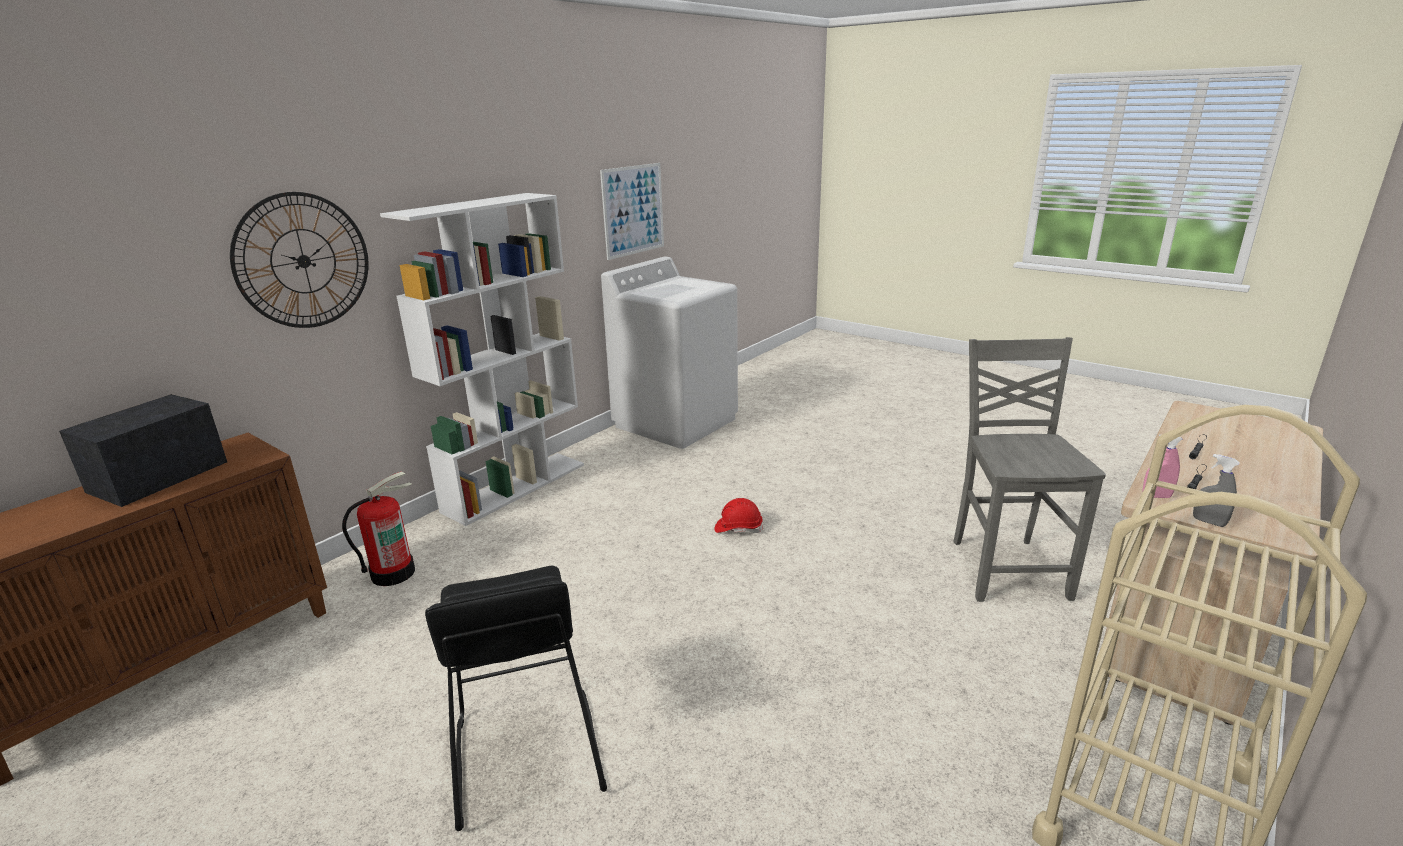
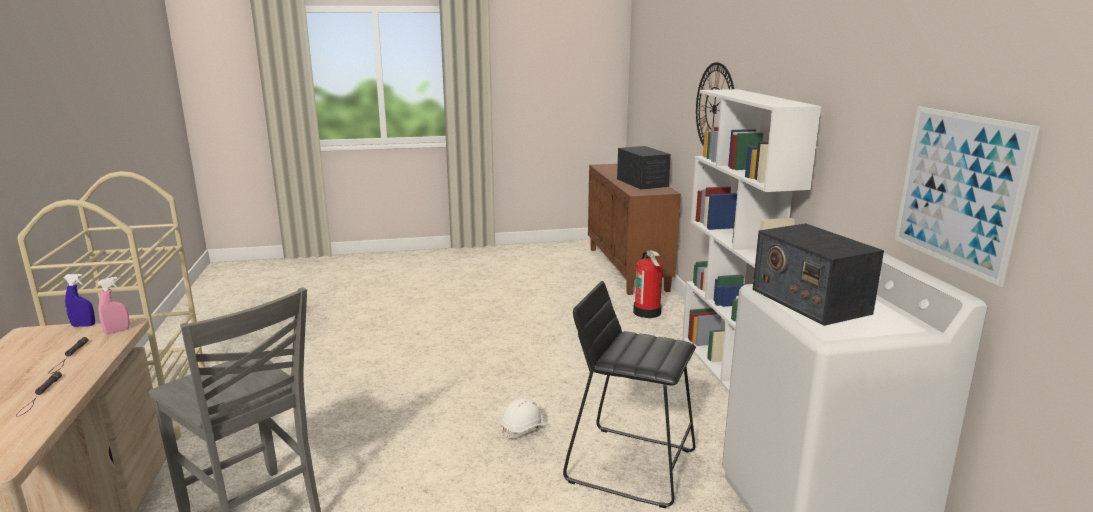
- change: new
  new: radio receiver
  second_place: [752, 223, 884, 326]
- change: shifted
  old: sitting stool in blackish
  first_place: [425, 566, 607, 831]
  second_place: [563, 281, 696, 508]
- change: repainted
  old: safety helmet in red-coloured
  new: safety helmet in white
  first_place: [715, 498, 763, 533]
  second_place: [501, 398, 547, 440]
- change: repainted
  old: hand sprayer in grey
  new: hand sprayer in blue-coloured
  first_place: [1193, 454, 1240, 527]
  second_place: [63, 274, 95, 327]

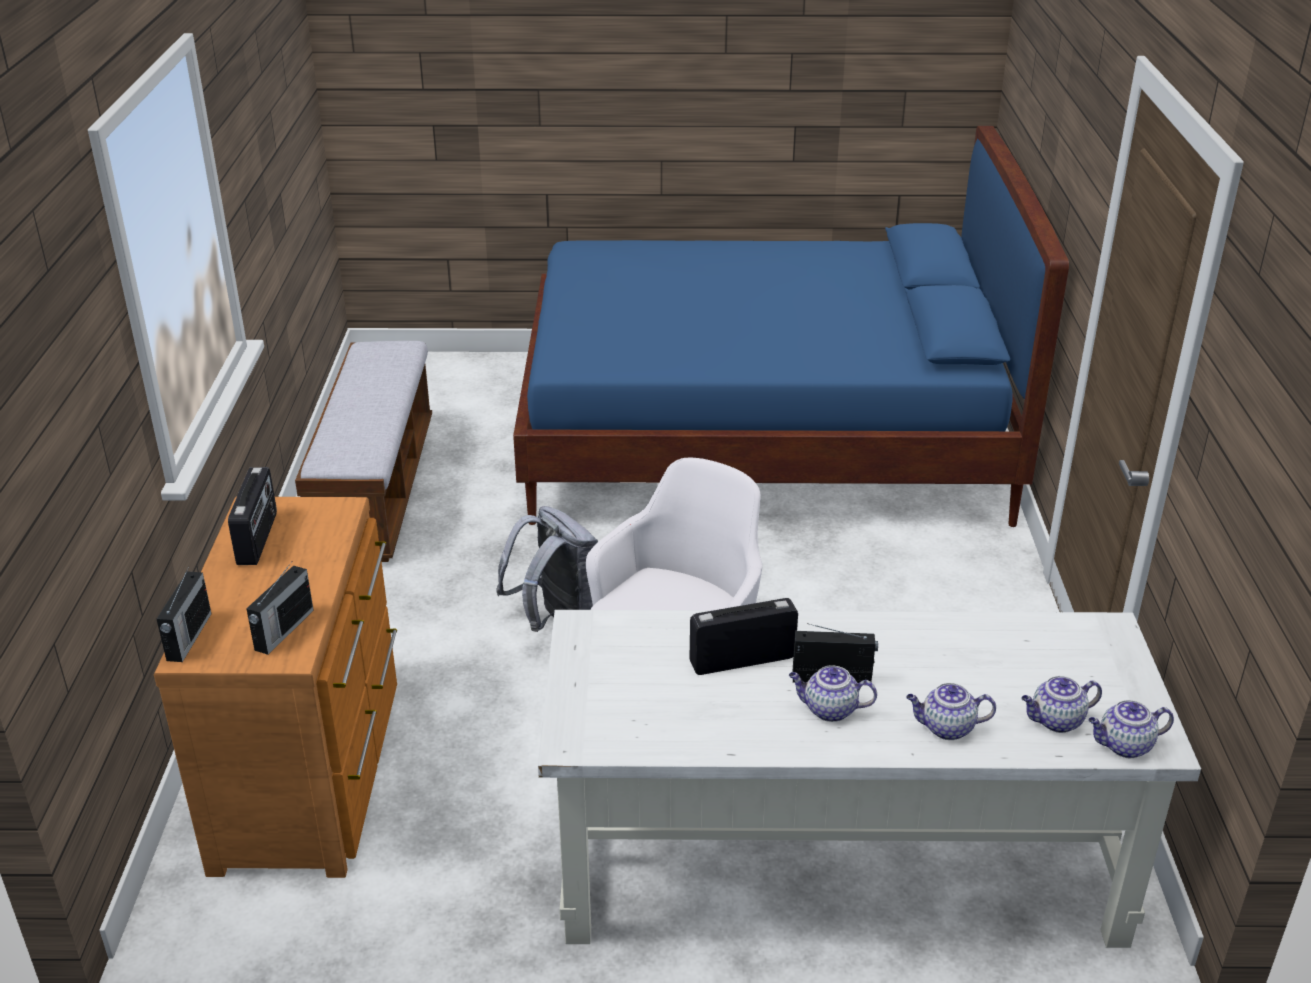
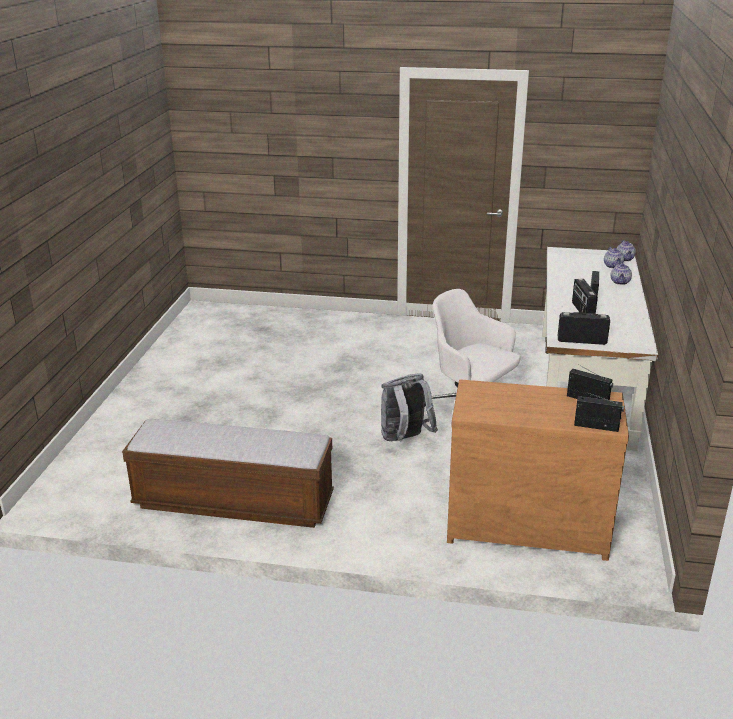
- change: gone
  old: bedroom bed in blue-coloured
  first_place: [513, 126, 1069, 527]
- change: gone
  old: teapot
  first_place: [789, 665, 877, 722]
- change: shifted
  old: radio receiver
  first_place: [228, 467, 277, 565]
  second_place: [558, 312, 610, 345]

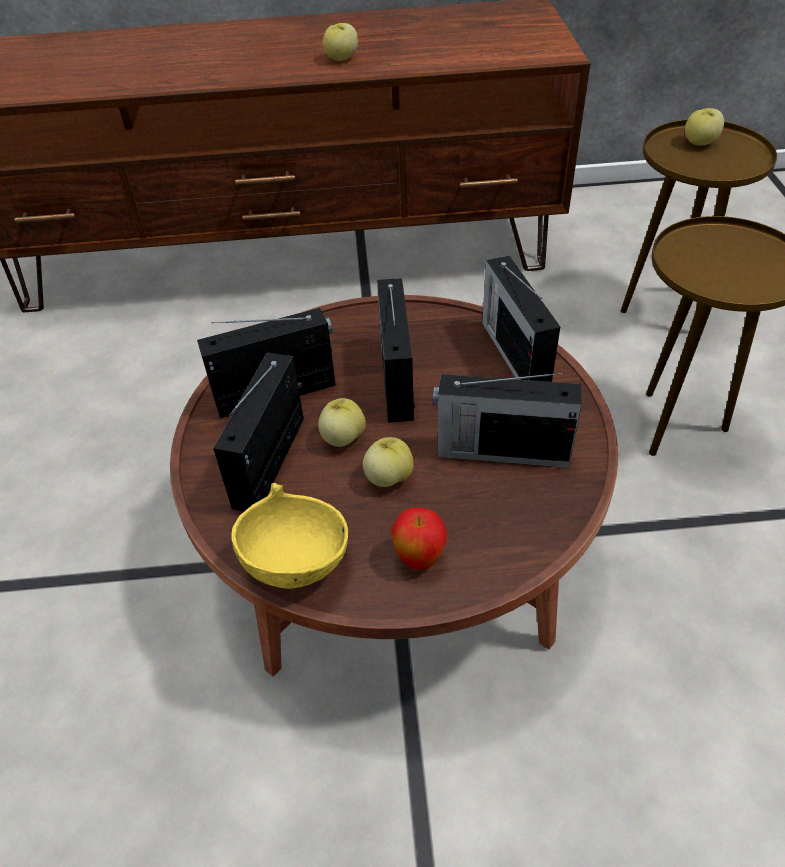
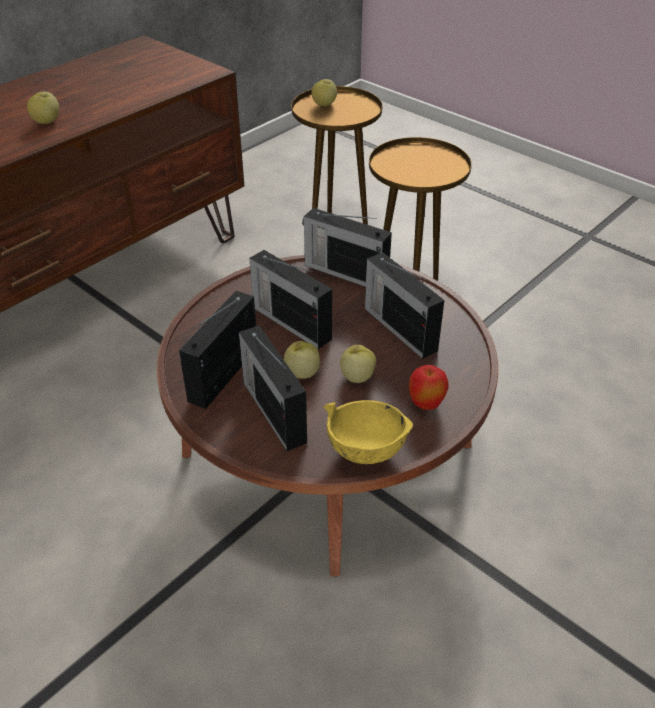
- change: rotated
  old: radio receiver
  first_place: [433, 373, 582, 468]
  second_place: [365, 252, 444, 359]
  degrees: 90

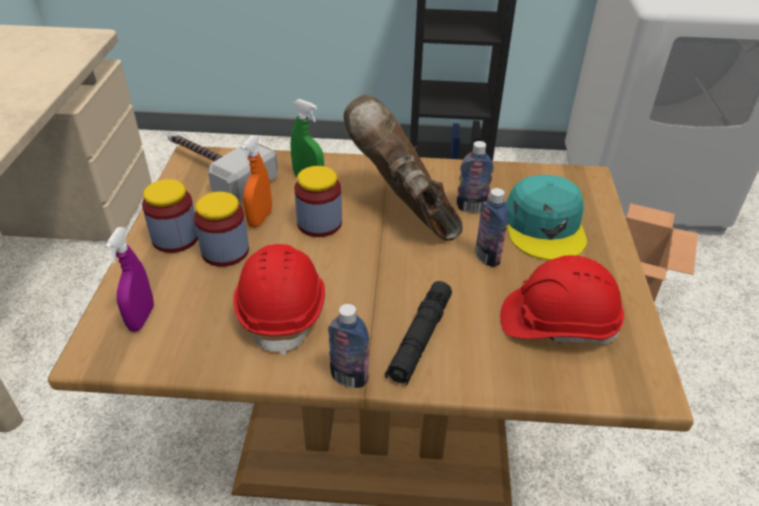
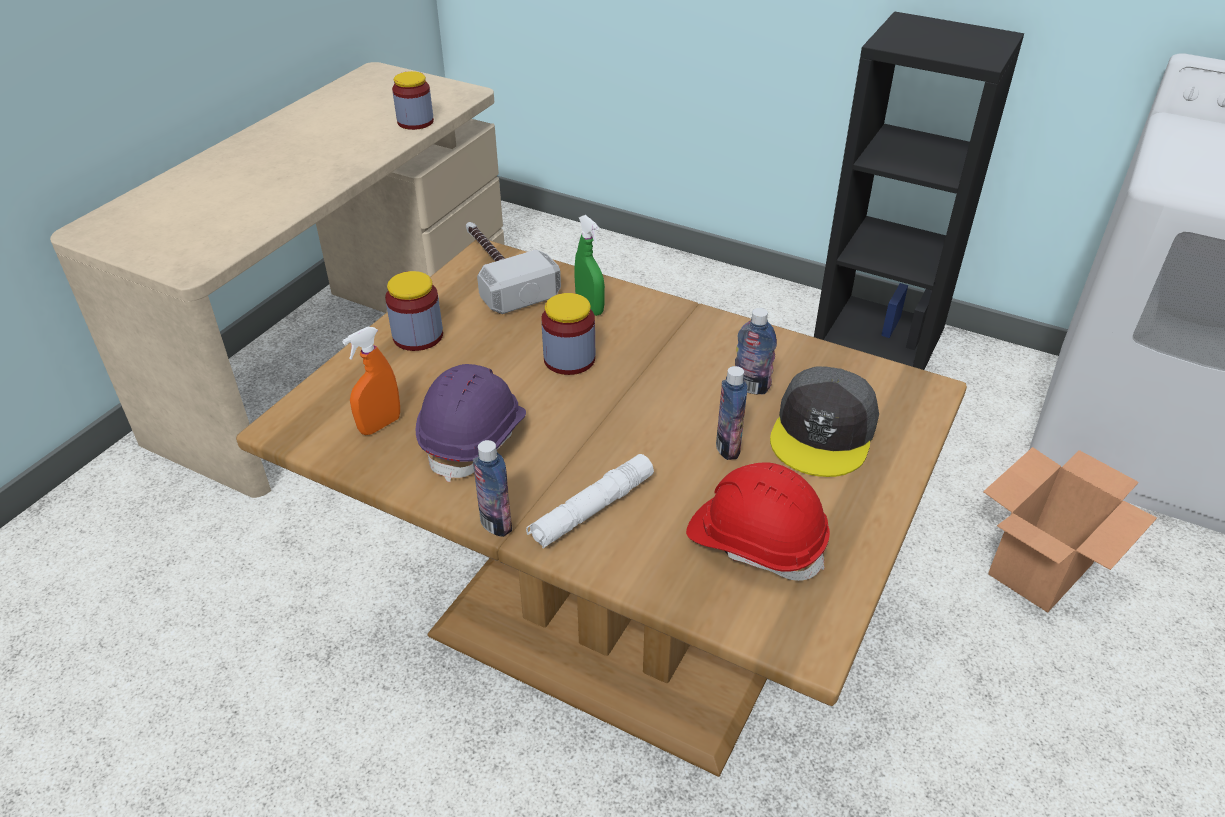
- change: gone
  old: hand sprayer in purplish
  first_place: [104, 227, 154, 332]
- change: gone
  old: boot in brown
  first_place: [344, 95, 463, 241]
- change: shifted
  old: jar
  first_place: [194, 192, 249, 267]
  second_place: [392, 71, 434, 130]
- change: shifted
  old: hand sprayer in orange-coloured
  first_place: [240, 135, 272, 228]
  second_place: [342, 327, 400, 435]
- change: repainted
  old: safety helmet in red-coloured
  new: safety helmet in purplish
  first_place: [233, 244, 325, 356]
  second_place: [416, 364, 526, 482]
- change: repainted
  old: hand torch in blackish
  new: hand torch in white
  first_place: [385, 281, 452, 385]
  second_place: [526, 454, 654, 548]
- change: repainted
  old: peaked cap in turquoise-coloured
  new: peaked cap in grey
  first_place: [506, 175, 587, 260]
  second_place: [770, 366, 879, 477]

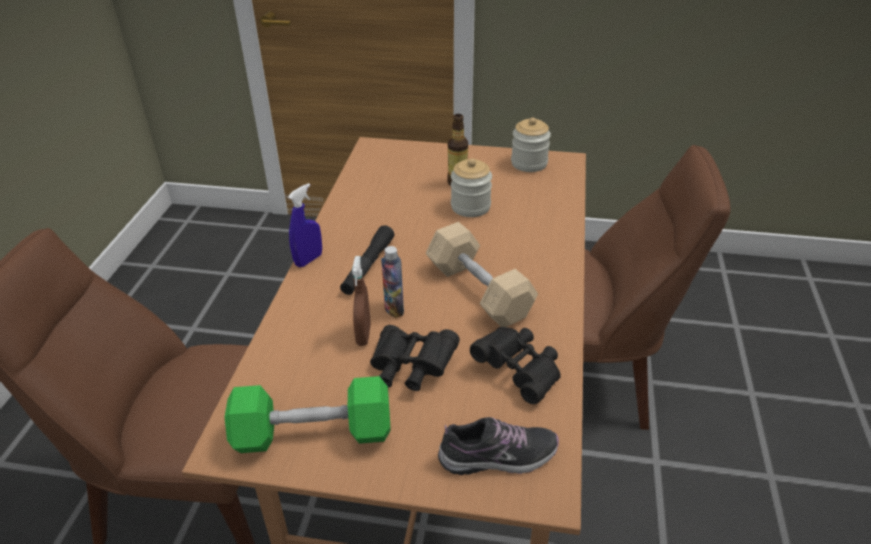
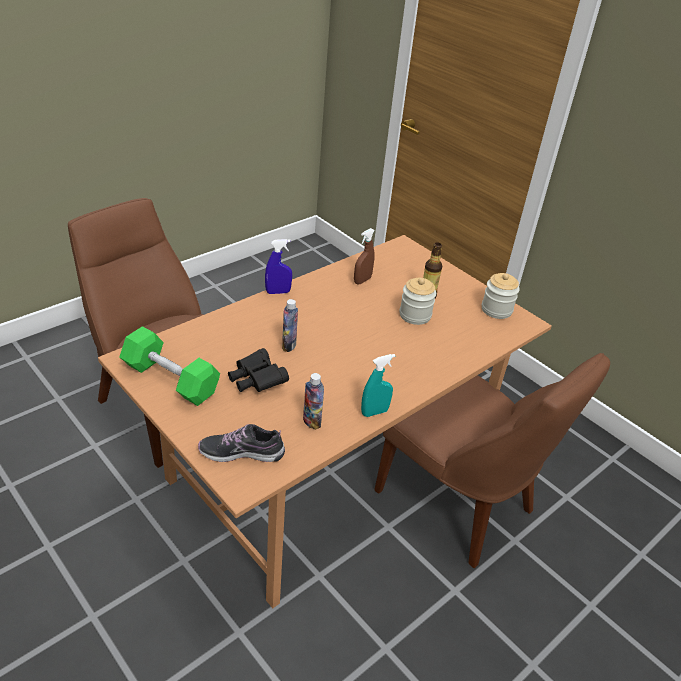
- change: gone
  old: hand torch in blackish
  first_place: [340, 225, 394, 295]
- change: gone
  old: dumbbell in sand-coloured
  first_place: [425, 222, 538, 327]
- change: new
  new: hand sprayer in turquoise-coloured
  second_place: [361, 354, 395, 417]
- change: shifted
  old: hand sprayer in brown
  first_place: [352, 256, 371, 346]
  second_place: [354, 228, 375, 284]
- change: swapped
  old: pair of binoculars in blackish
  new: bottle
  first_place: [470, 327, 561, 404]
  second_place: [303, 373, 324, 430]
- change: rotated
  old: shoe
  first_place: [438, 417, 559, 475]
  second_place: [198, 424, 285, 462]
  degrees: 150

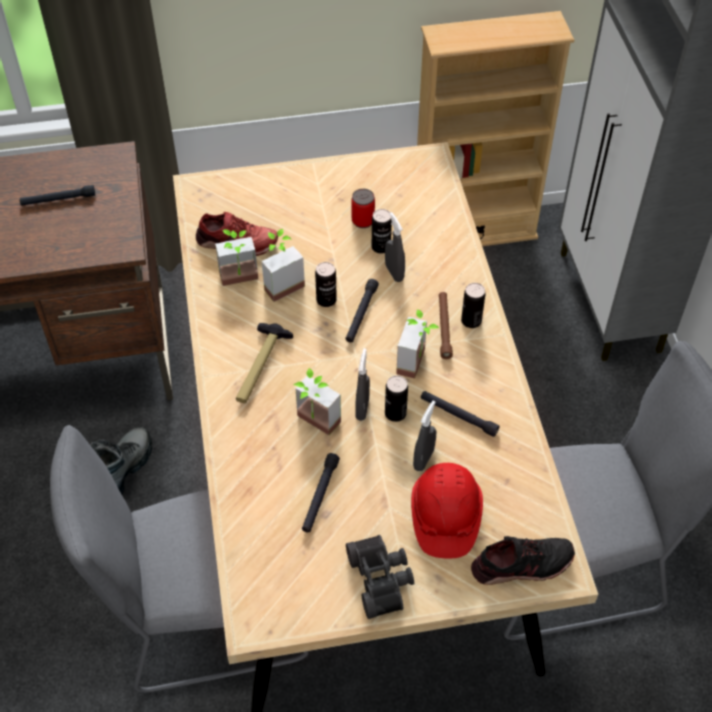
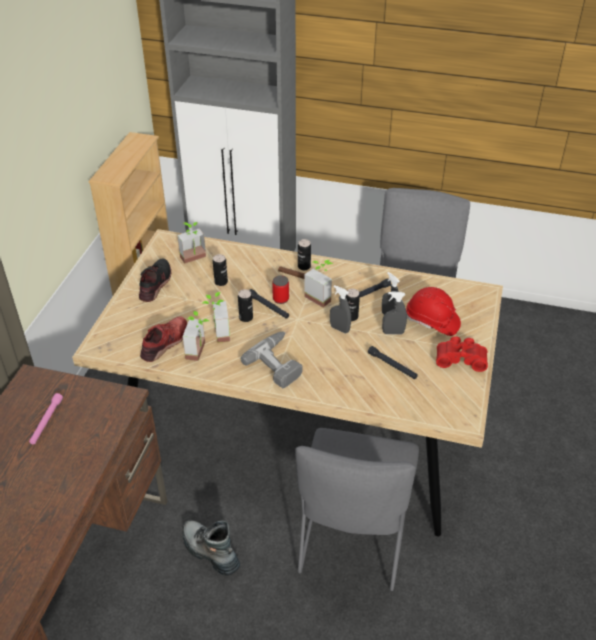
- change: shifted
  old: houseplant
  first_place: [294, 368, 341, 435]
  second_place: [177, 222, 206, 263]
- change: shifted
  old: sealed can
  first_place: [352, 189, 375, 228]
  second_place: [272, 275, 289, 304]
- change: shifted
  old: hand sprayer in grey
  first_place: [385, 212, 405, 282]
  second_place: [382, 291, 407, 335]
- change: shifted
  old: shoe in blackish
  first_place: [471, 536, 575, 585]
  second_place: [139, 258, 171, 302]
- change: swapped
  old: hand hammer
  new: drill
  first_place: [236, 323, 293, 403]
  second_place: [241, 331, 303, 388]
- change: repainted
  old: hand torch in blackish
  new: hand torch in pink
  first_place: [20, 185, 95, 206]
  second_place: [29, 393, 63, 444]
- change: repainted
  old: pair of binoculars in blackish
  new: pair of binoculars in red-coloured
  first_place: [346, 535, 414, 619]
  second_place: [436, 336, 488, 372]

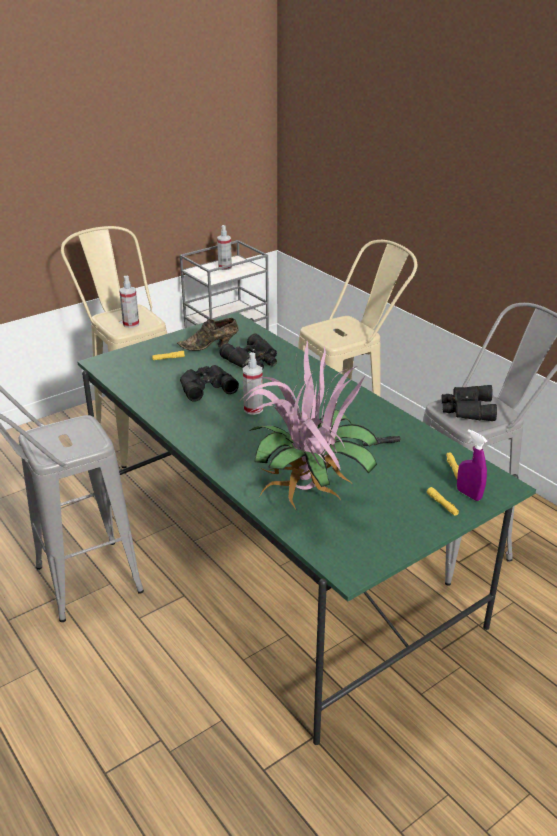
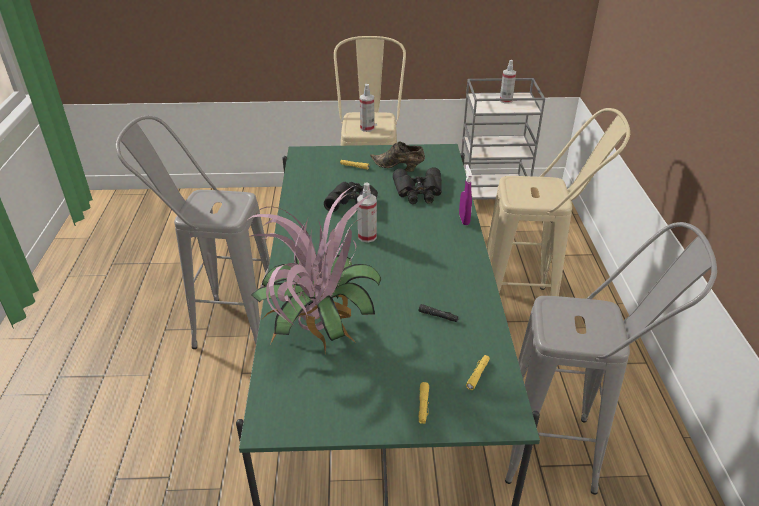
- change: gone
  old: pair of binoculars in blackish
  first_place: [442, 385, 497, 421]
- change: shifted
  old: hand sprayer in purplish
  first_place: [457, 429, 487, 501]
  second_place: [459, 164, 472, 225]

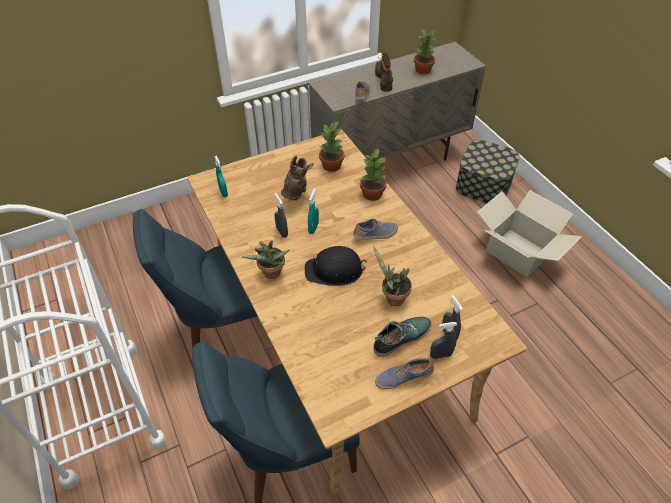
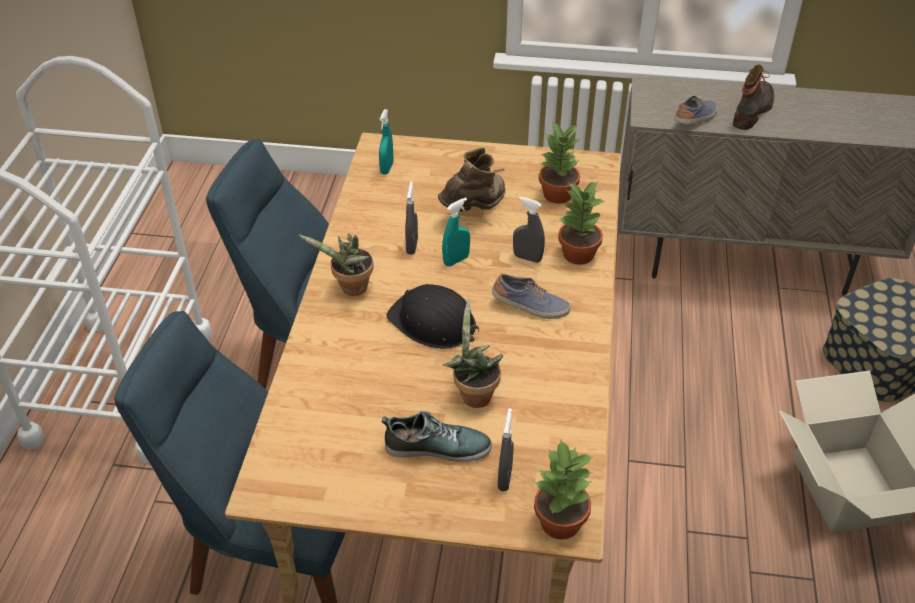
- change: gone
  old: shoe
  first_place: [375, 358, 434, 389]
- change: shifted
  old: houseplant
  first_place: [414, 30, 436, 74]
  second_place: [534, 440, 594, 540]
- change: shifted
  old: hand sprayer in grey
  first_place: [430, 322, 457, 359]
  second_place: [513, 197, 545, 263]

